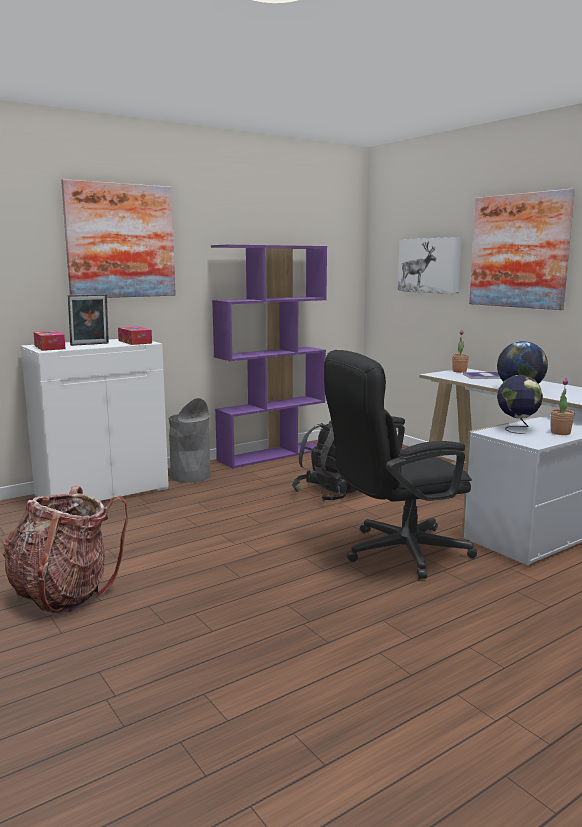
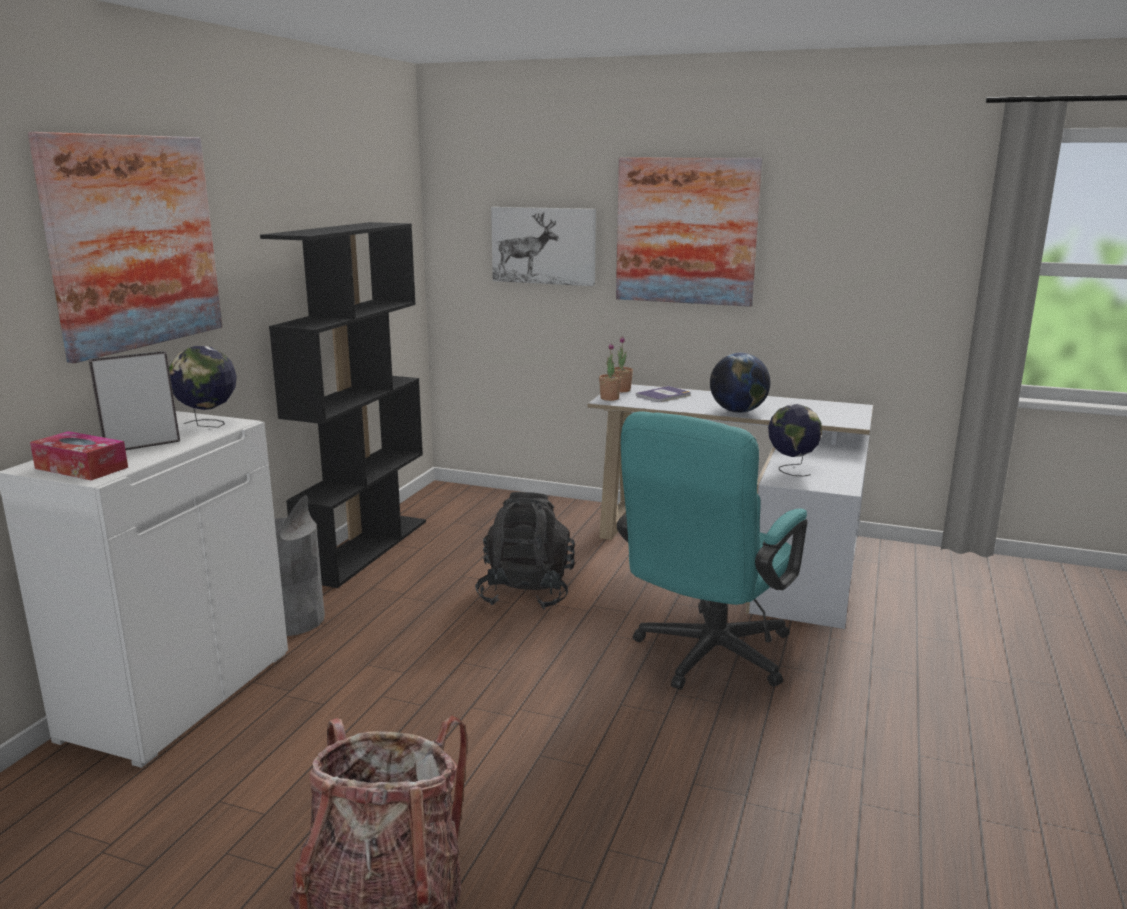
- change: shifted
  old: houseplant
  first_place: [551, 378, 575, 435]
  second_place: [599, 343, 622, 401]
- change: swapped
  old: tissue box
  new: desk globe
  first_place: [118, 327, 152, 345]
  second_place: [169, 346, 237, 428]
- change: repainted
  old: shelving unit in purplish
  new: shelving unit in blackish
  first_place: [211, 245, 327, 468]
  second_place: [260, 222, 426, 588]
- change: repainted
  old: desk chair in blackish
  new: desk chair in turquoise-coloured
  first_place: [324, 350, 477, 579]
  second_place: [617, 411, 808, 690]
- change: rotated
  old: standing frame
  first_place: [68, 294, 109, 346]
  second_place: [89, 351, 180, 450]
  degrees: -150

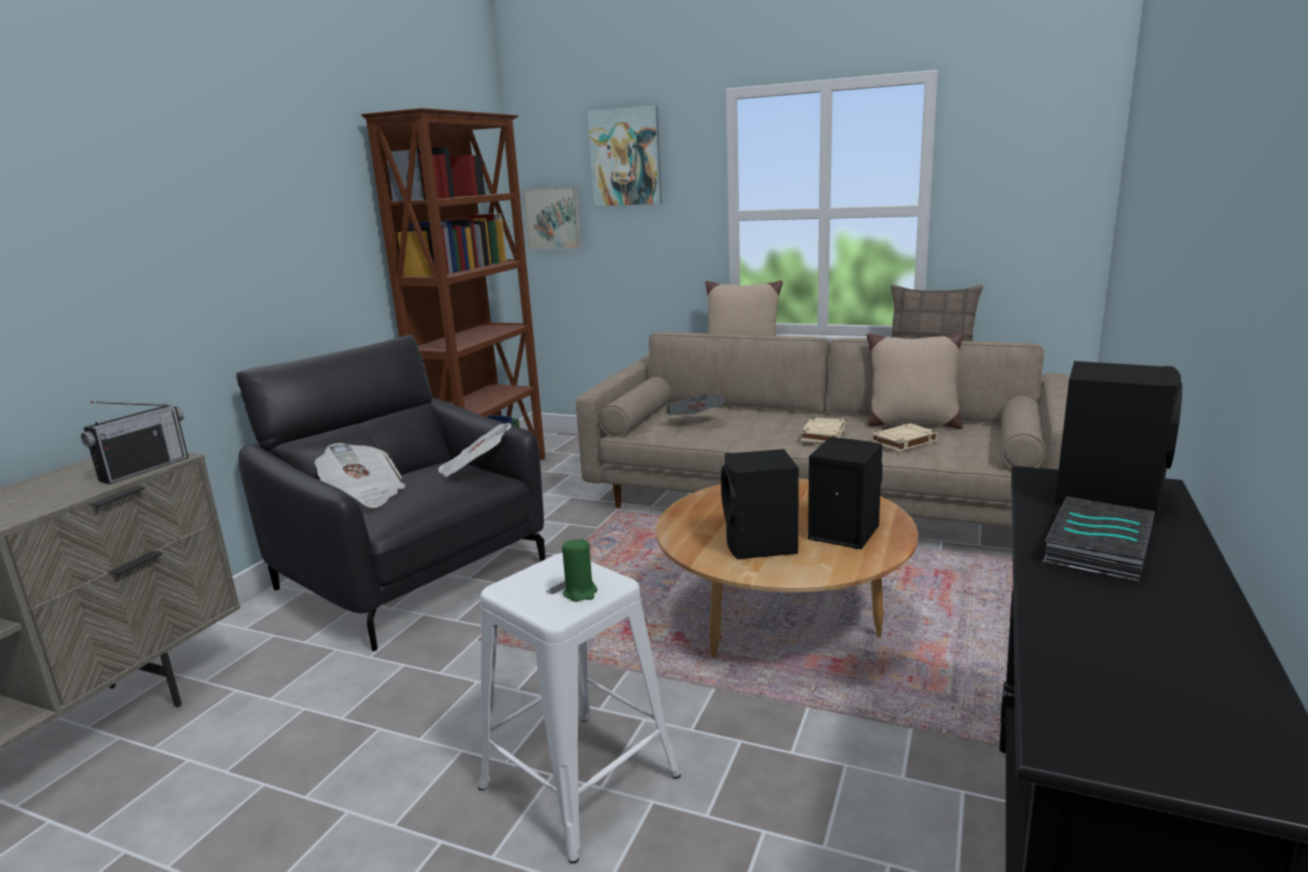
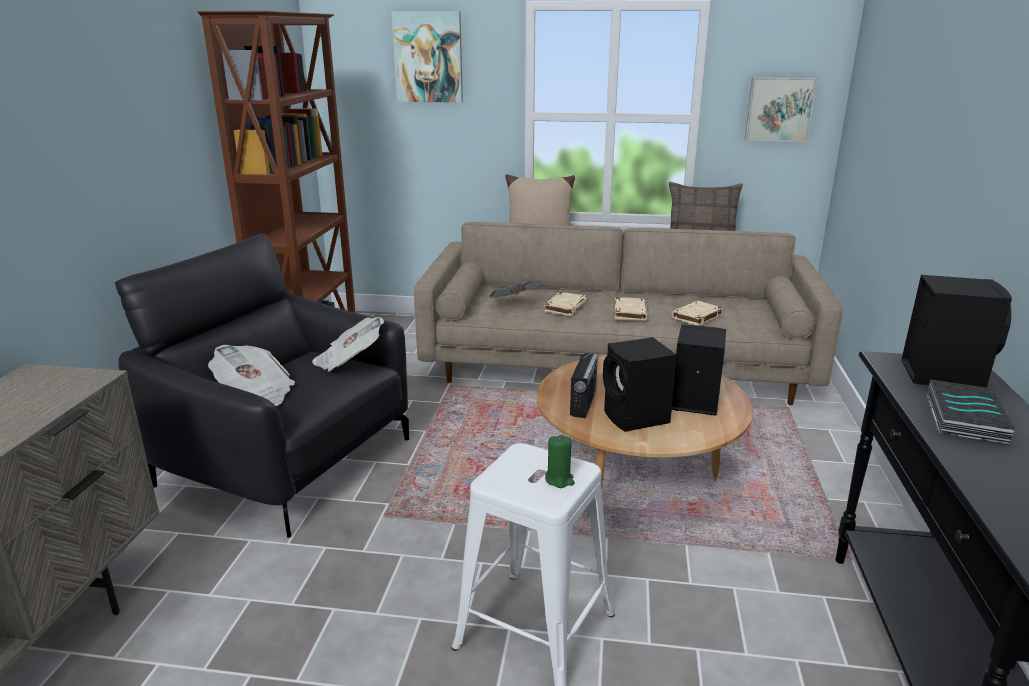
- change: gone
  old: cushion in sand-coloured
  first_place: [866, 332, 963, 429]
- change: new
  new: book in sand-coloured
  second_place: [544, 292, 588, 316]
- change: shifted
  old: radio receiver
  first_place: [81, 401, 189, 484]
  second_place: [570, 353, 598, 418]
- change: shifted
  old: picture
  first_place: [522, 187, 583, 249]
  second_place: [744, 77, 817, 142]

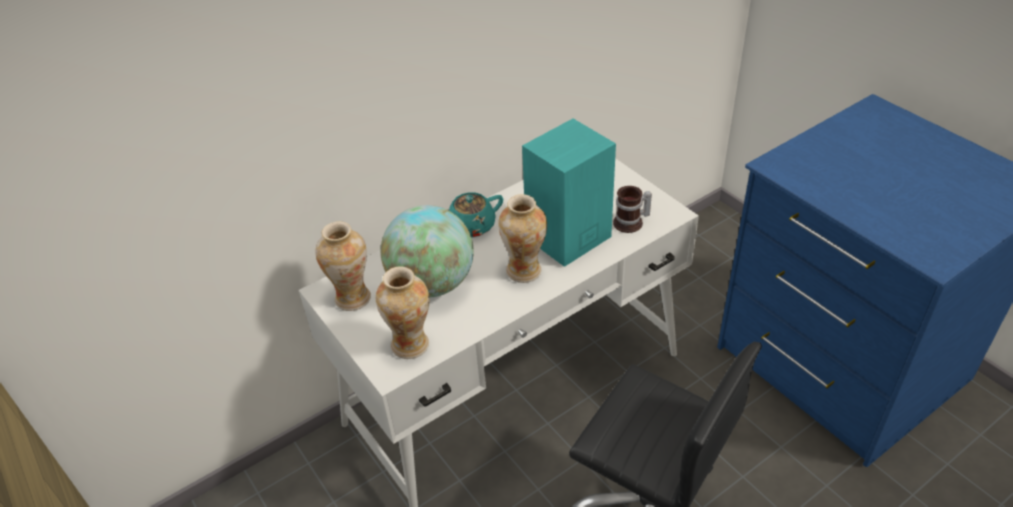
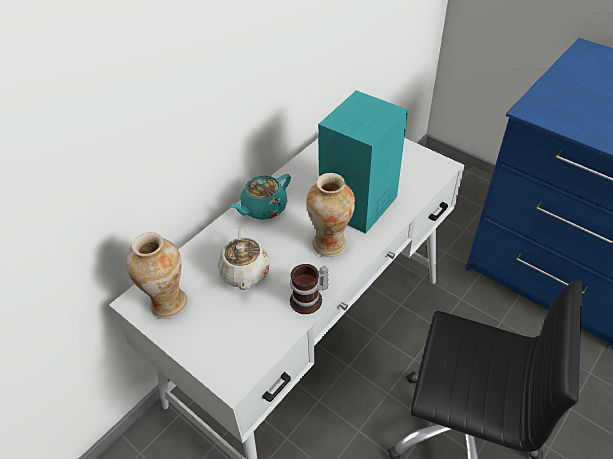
- change: gone
  old: vase
  first_place: [376, 266, 429, 359]
- change: shifted
  old: tea mug
  first_place: [613, 186, 652, 233]
  second_place: [290, 264, 329, 314]
- change: swapped
  old: desk globe
  new: teapot in sand-coloured
  first_place: [381, 205, 474, 298]
  second_place: [218, 227, 270, 290]

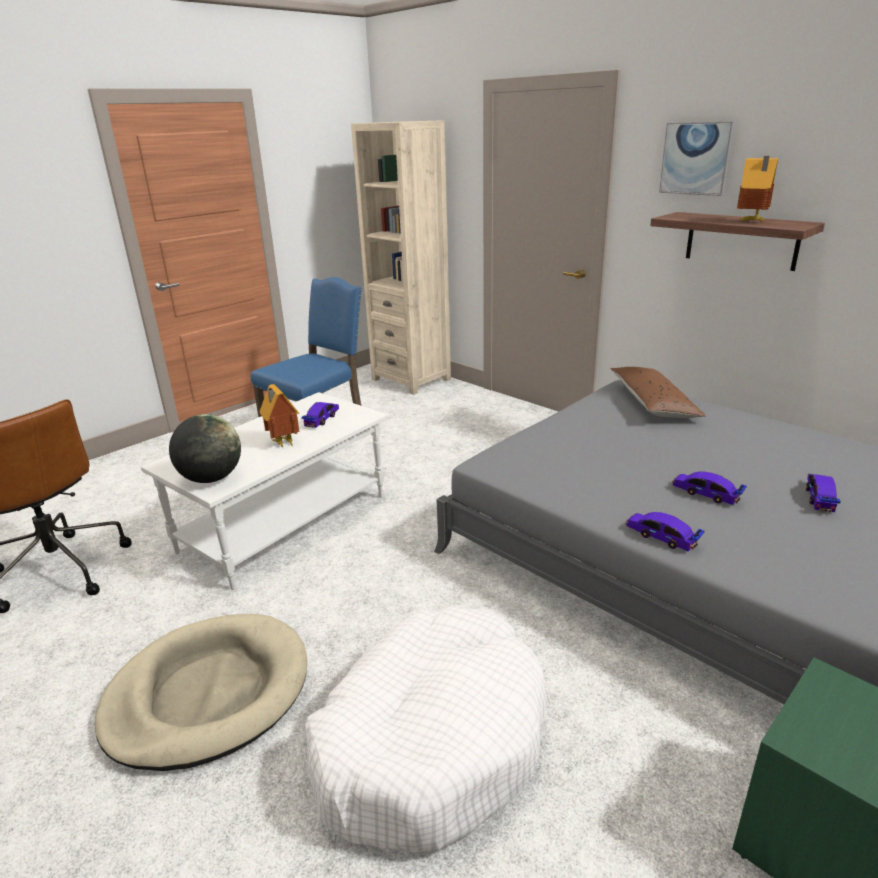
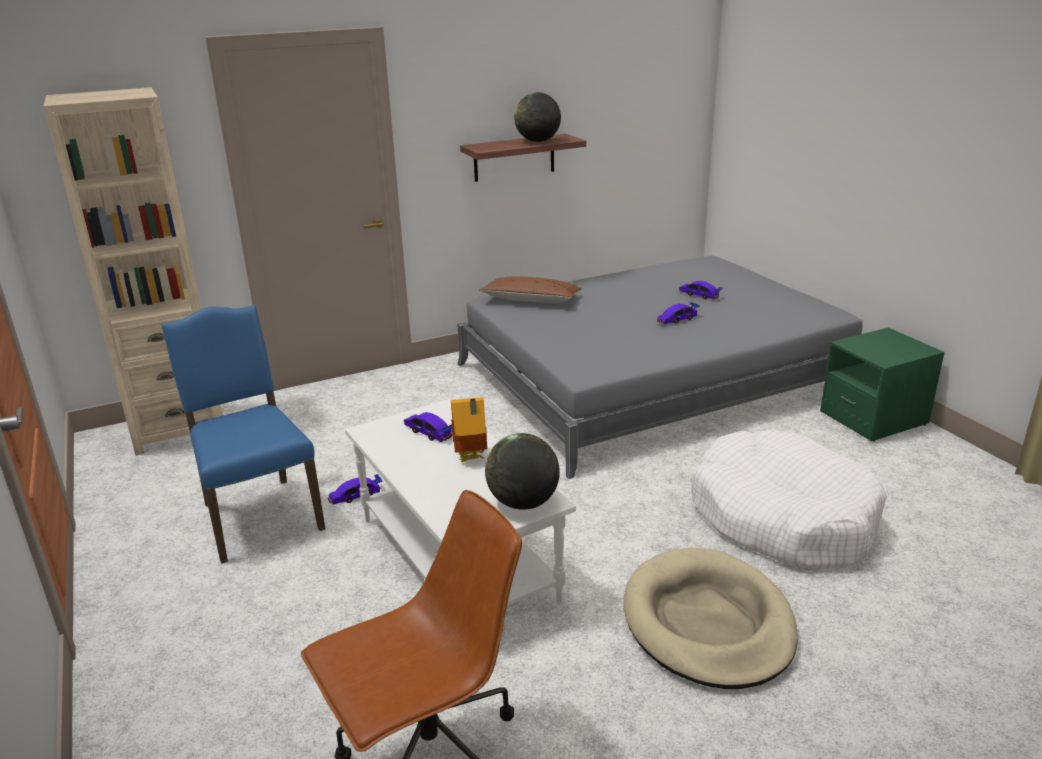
- change: gone
  old: picture
  first_place: [659, 121, 735, 196]
- change: shifted
  old: toy car
  first_place: [626, 512, 704, 552]
  second_place: [328, 474, 383, 504]
- change: swapped
  old: toy house
  new: desk globe
  first_place: [737, 156, 778, 222]
  second_place: [514, 92, 561, 142]

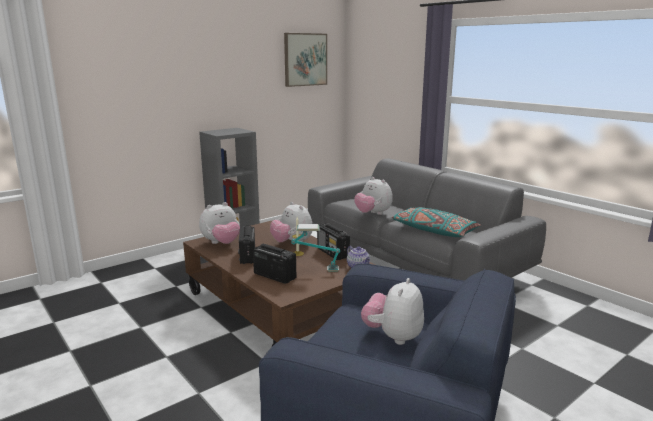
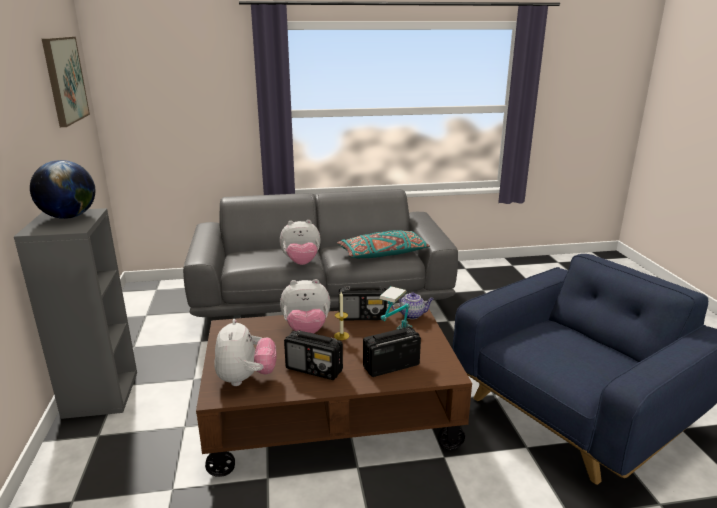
- change: gone
  old: cuddly toy
  first_place: [361, 278, 424, 345]
- change: new
  new: desk globe
  second_place: [30, 160, 96, 219]

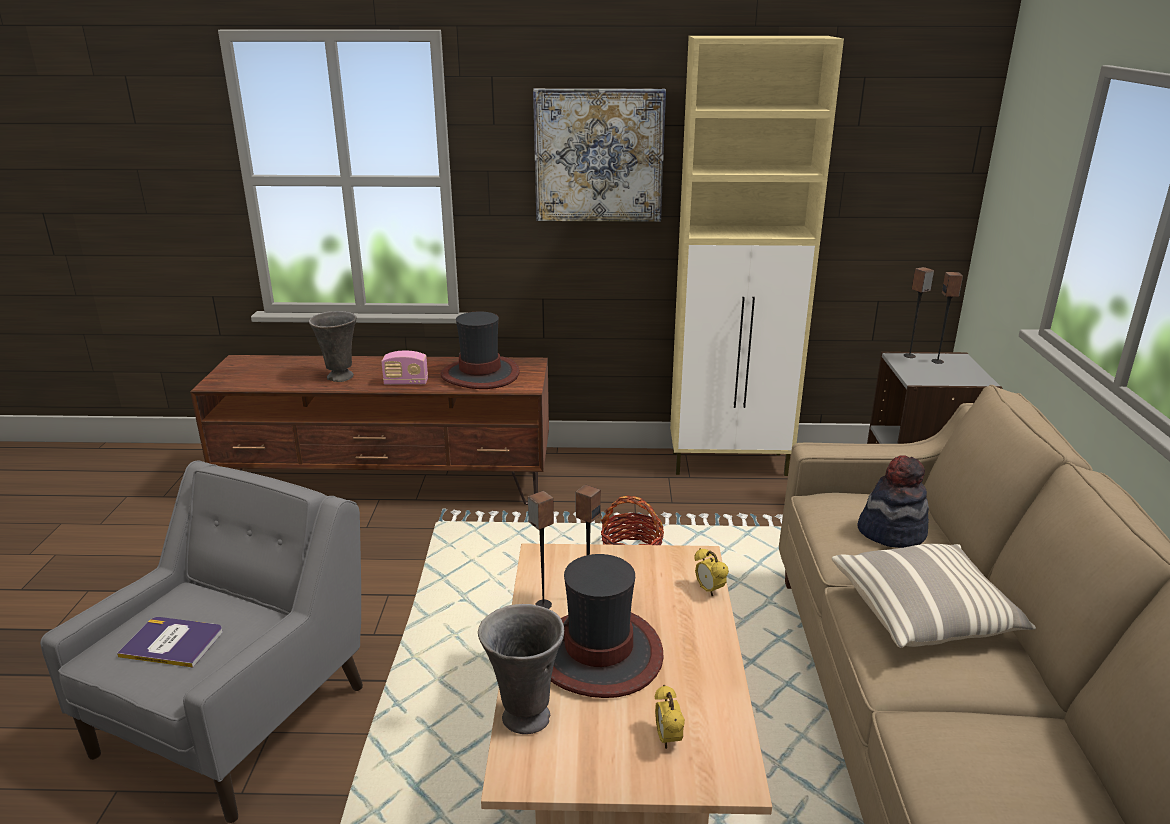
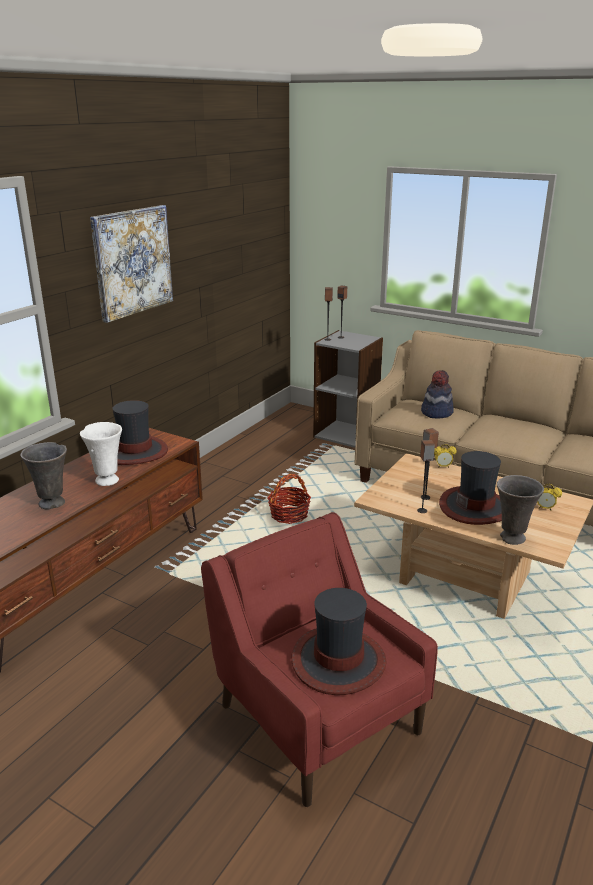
- change: gone
  old: cupboard in sand-coloured
  first_place: [670, 36, 844, 476]
- change: gone
  old: cushion
  first_place: [832, 544, 1036, 648]
- change: swapped
  old: book
  new: clothing hat
  first_place: [117, 617, 222, 668]
  second_place: [291, 588, 387, 695]
- change: swapped
  old: radio receiver
  new: vase in white
  first_place: [381, 351, 428, 385]
  second_place: [80, 422, 122, 486]
- change: repainted
  old: armchair in grey
  new: armchair in red-coloured
  first_place: [40, 461, 363, 823]
  second_place: [201, 512, 438, 807]

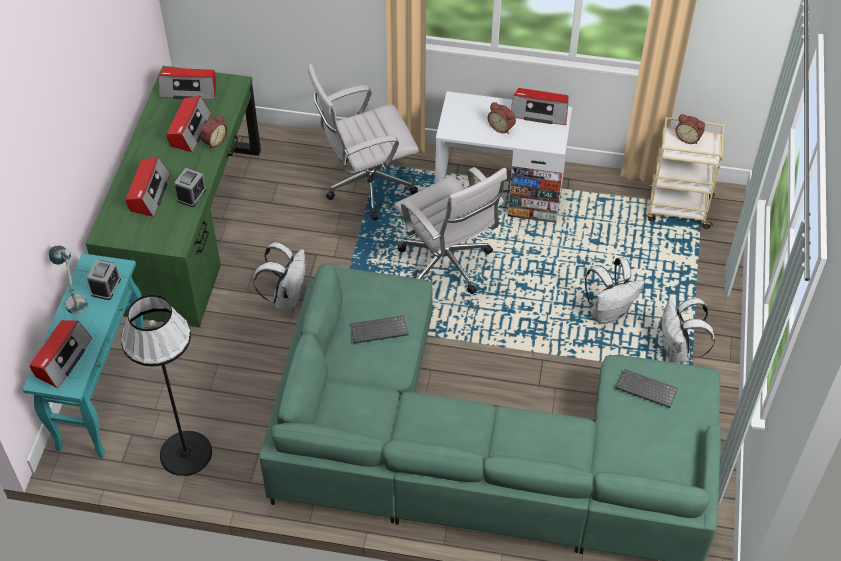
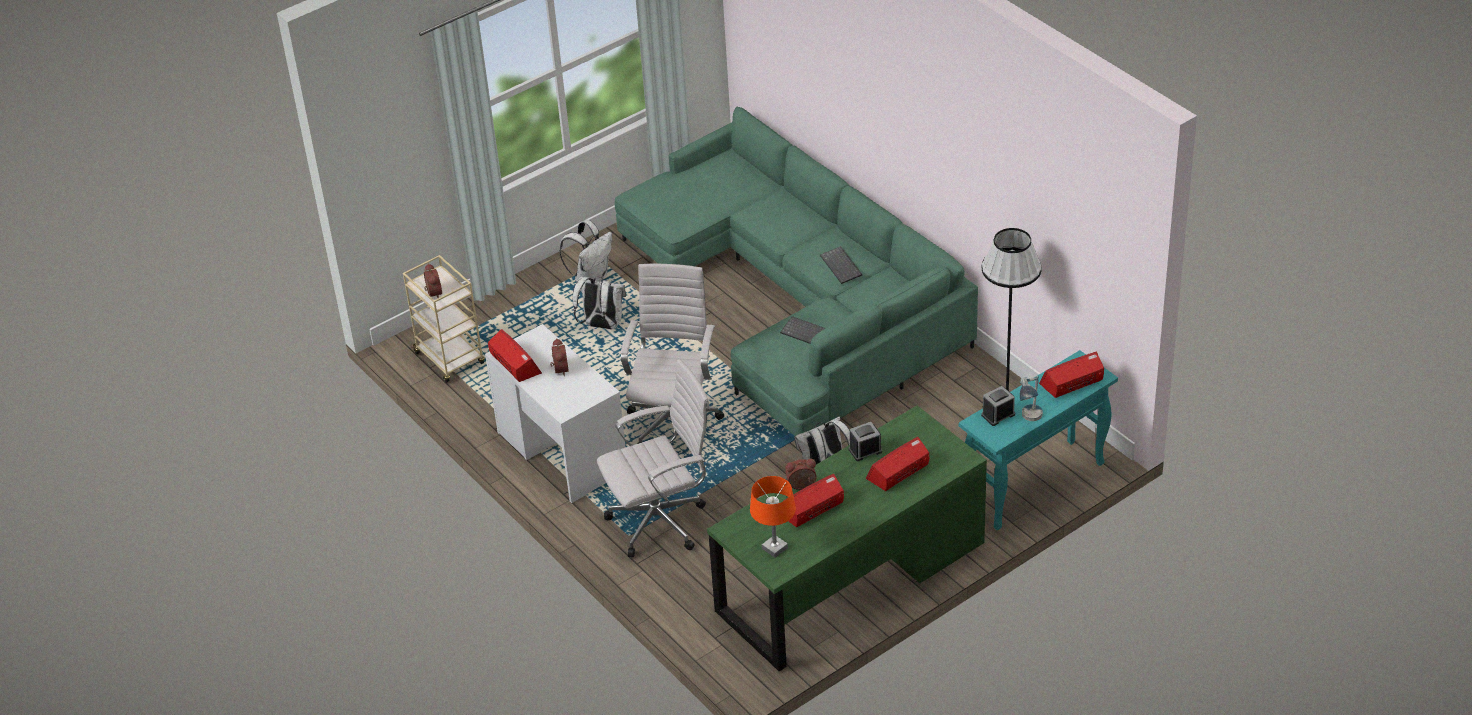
- change: shifted
  old: PC keyboard
  first_place: [616, 369, 678, 408]
  second_place: [820, 246, 862, 284]
- change: swapped
  old: radio receiver
  new: tabletop lamp in orange-coloured
  first_place: [159, 68, 216, 100]
  second_place: [750, 476, 796, 558]
- change: rotated
  old: desk chair in white
  first_place: [308, 64, 419, 221]
  second_place: [597, 359, 710, 558]
  degrees: -45

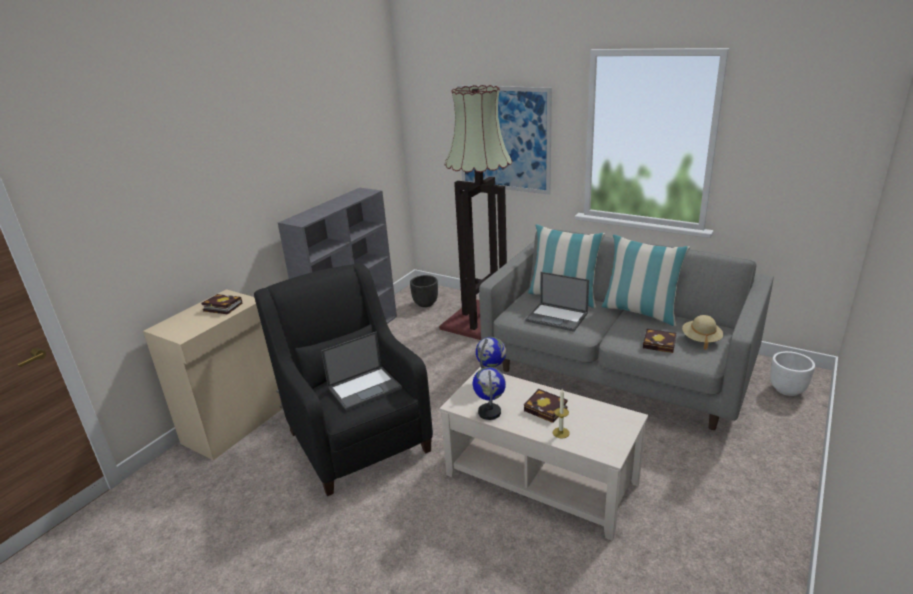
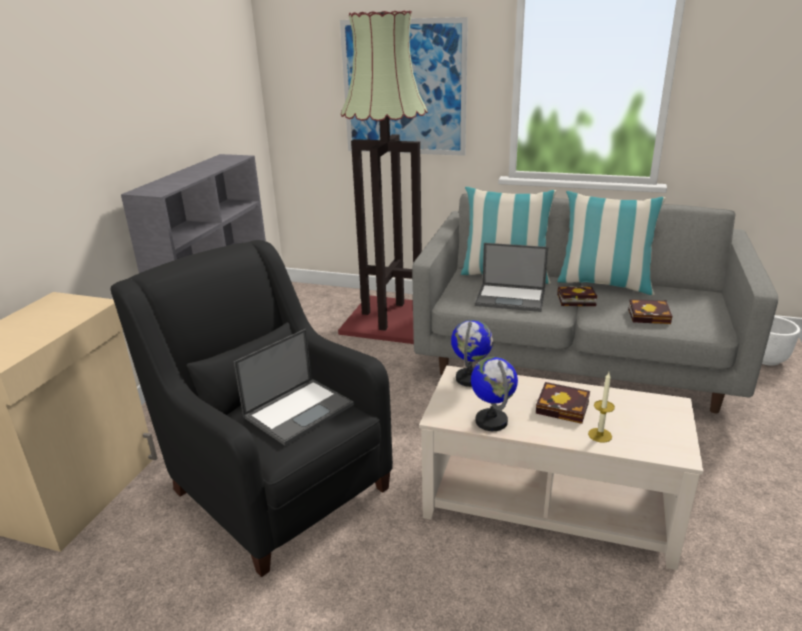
- change: gone
  old: planter in blackish
  first_place: [410, 275, 438, 307]
- change: gone
  old: clothing hat in sand-coloured
  first_place: [682, 315, 723, 350]
- change: shifted
  old: book
  first_place: [201, 294, 242, 314]
  second_place: [557, 286, 597, 306]

